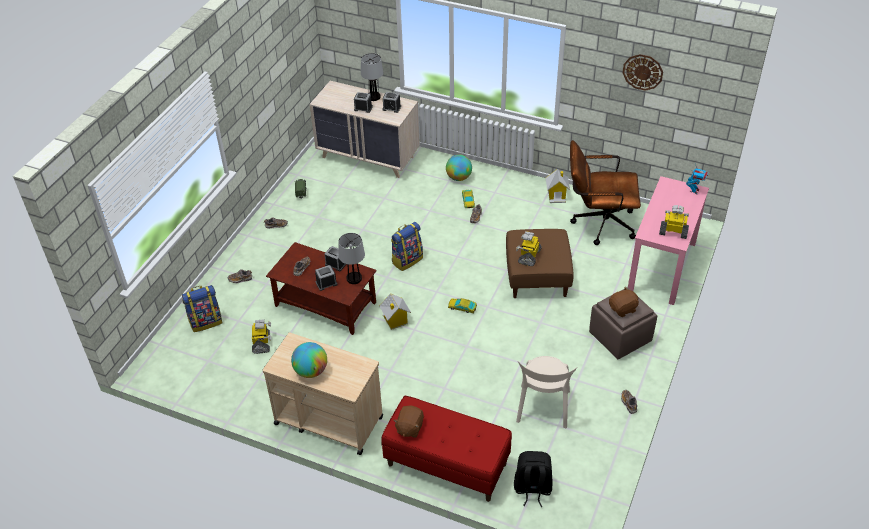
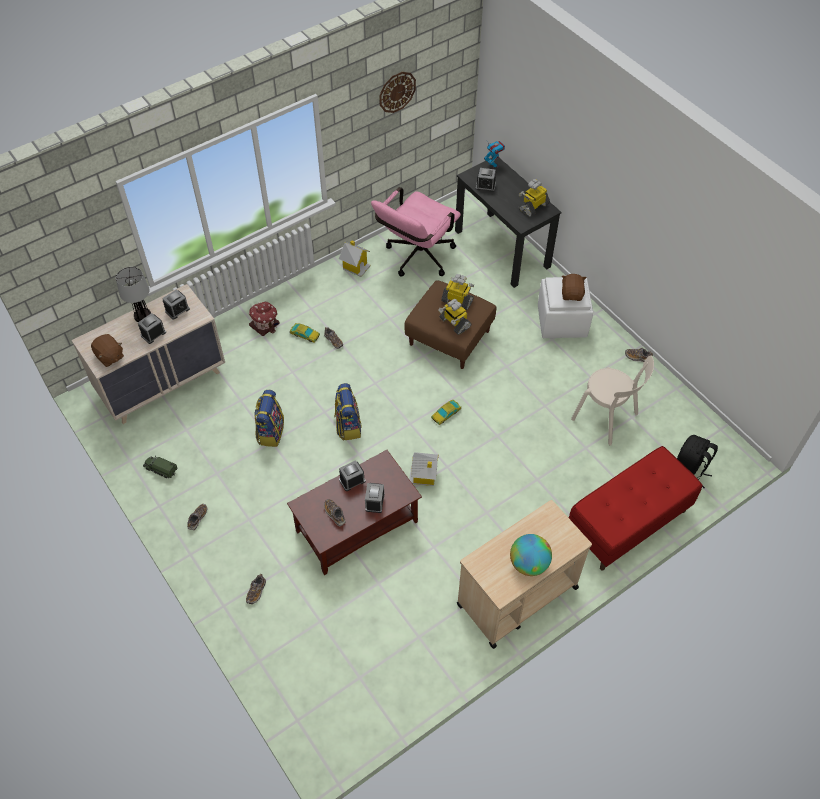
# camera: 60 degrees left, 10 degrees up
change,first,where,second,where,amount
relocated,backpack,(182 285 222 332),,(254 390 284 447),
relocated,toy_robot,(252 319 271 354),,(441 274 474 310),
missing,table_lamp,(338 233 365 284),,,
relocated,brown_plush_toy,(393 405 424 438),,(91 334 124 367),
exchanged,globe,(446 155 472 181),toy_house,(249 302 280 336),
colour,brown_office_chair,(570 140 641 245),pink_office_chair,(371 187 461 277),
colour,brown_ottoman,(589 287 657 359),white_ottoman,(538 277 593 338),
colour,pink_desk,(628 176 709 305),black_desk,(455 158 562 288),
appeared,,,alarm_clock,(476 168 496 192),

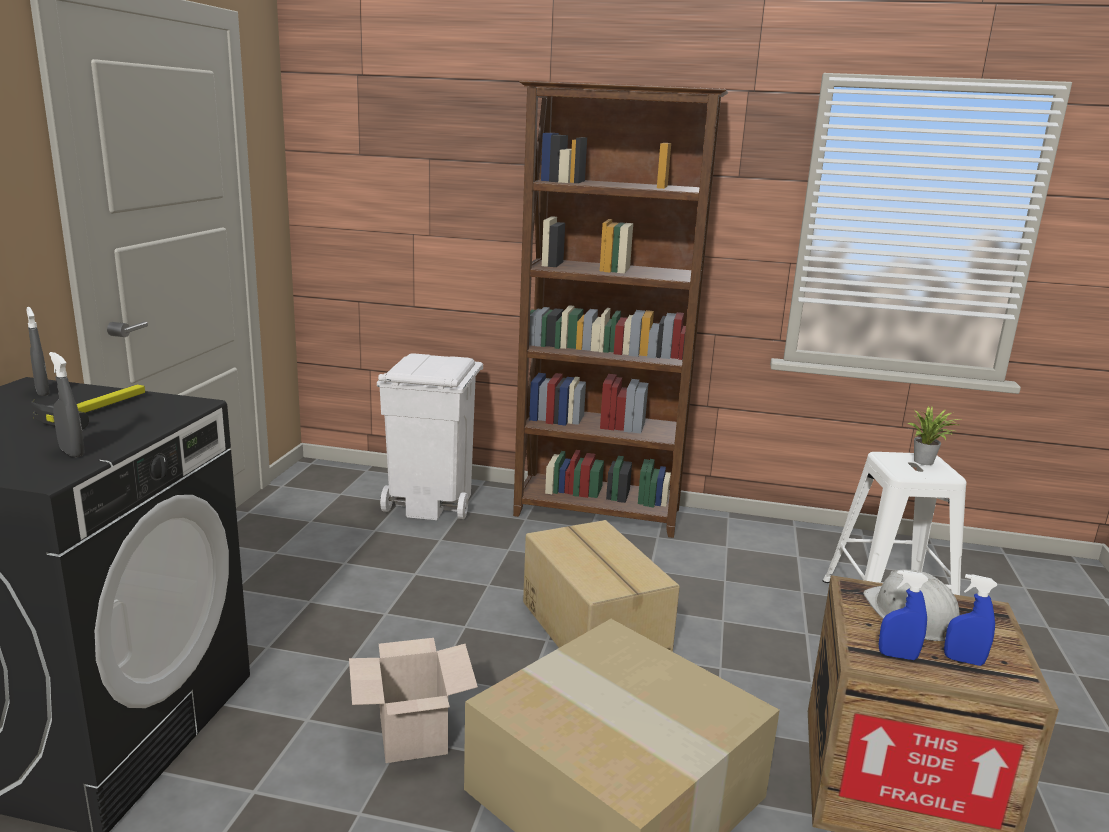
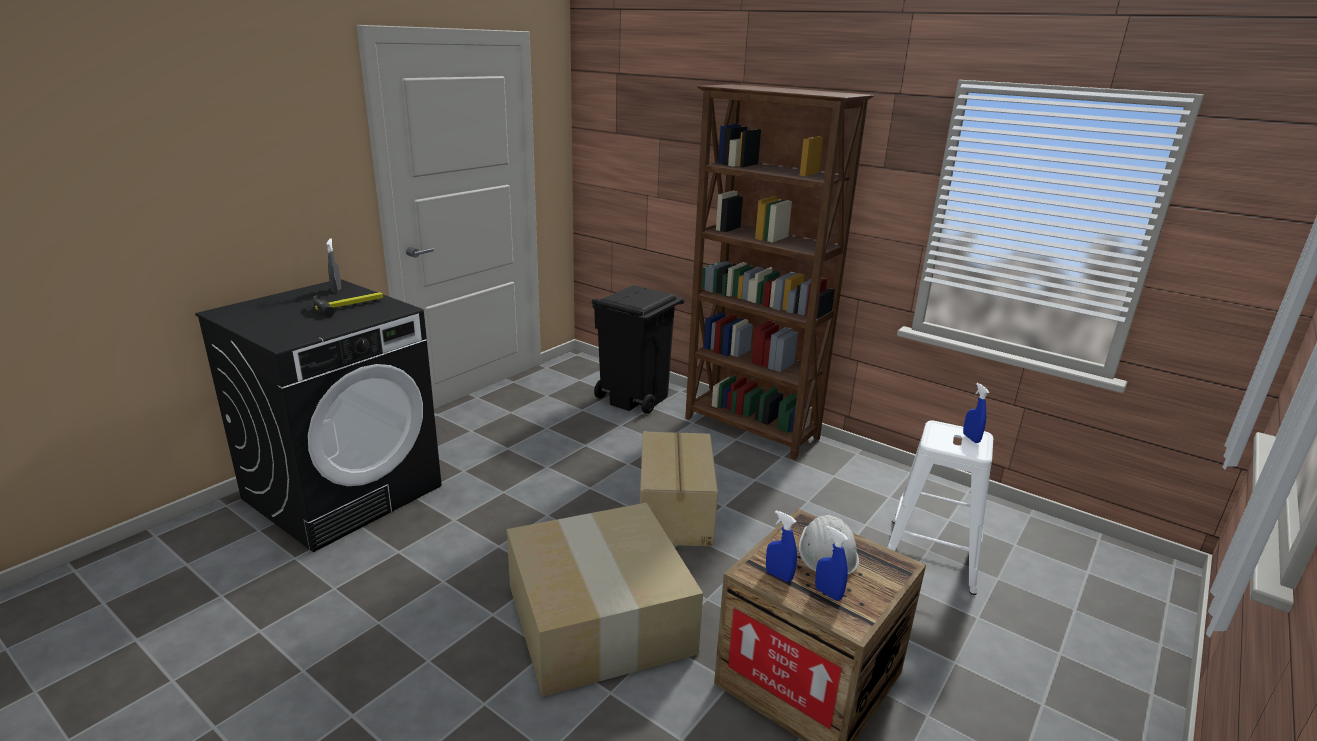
# camera: 25 degrees right, 5 degrees up
change,first,where,second,where,amount
missing,grey_spray_bottle,(49 352 85 457),,,
missing,cardboard_box,(349 638 478 763),,,
colour,white_trash_can,(377 353 483 520),black_trash_can,(592 285 684 414),
exchanged,potted_plant,(907 406 960 465),blue_spray_bottle,(963 383 989 443),

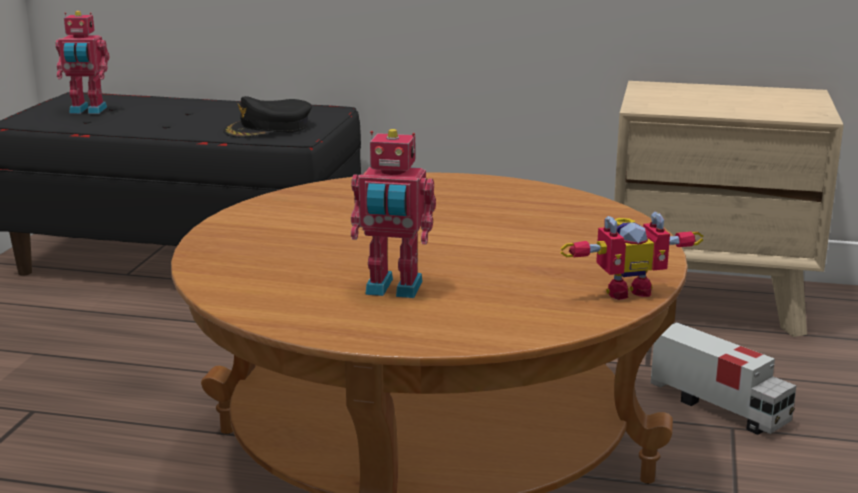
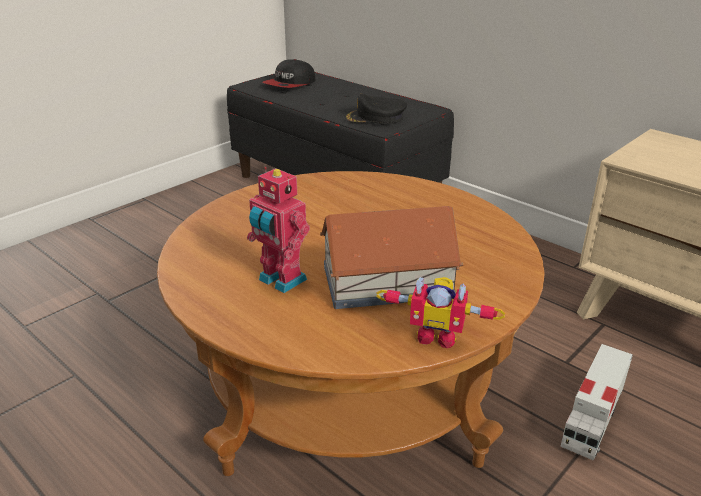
# camera: 30 degrees right, 10 degrees up
change,first,where,second,where,amount
exchanged,toy_robot,(55 11 109 114),cap,(262 59 316 88),
spun,toy_truck,(651 322 796 435),,(560 344 633 461),45 degrees clockwise
appeared,,,toy_house,(320 206 463 309),

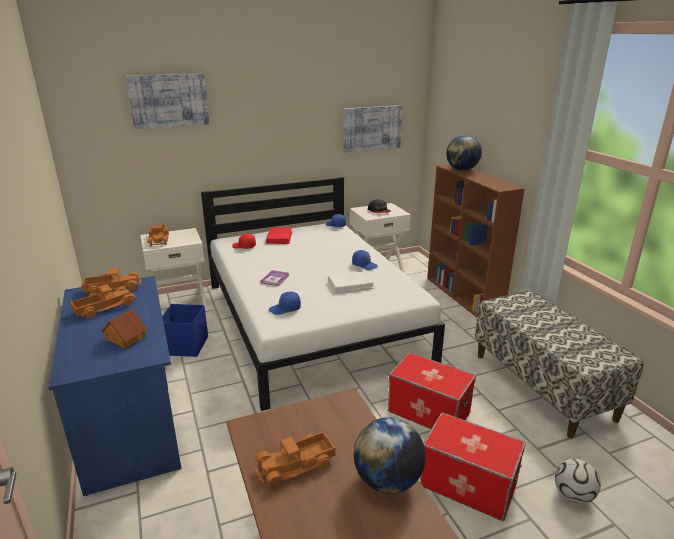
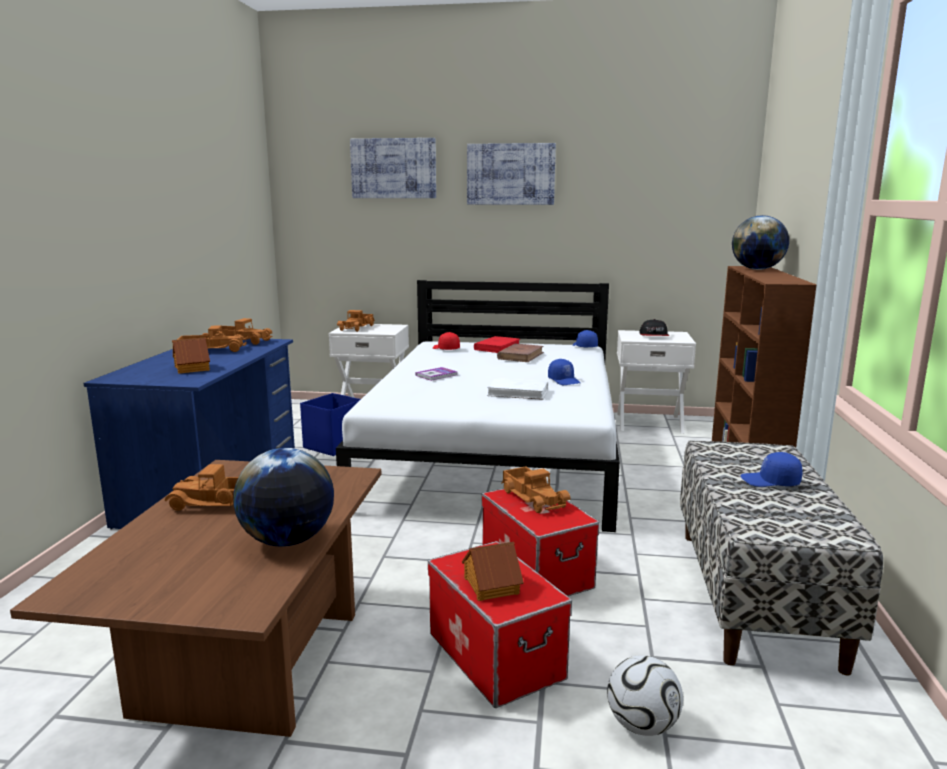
# camera: 30 degrees right, 10 degrees down
change,first,where,second,where,amount
relocated,blue_cap,(269 291 301 315),,(741 452 803 487),
relocated,picture,(344 105 403 152),,(467 143 556 205),
appeared,,,toy_house,(462 542 524 601),
appeared,,,brown_book,(497 344 544 362),
appeared,,,toy_truck,(501 466 571 513),

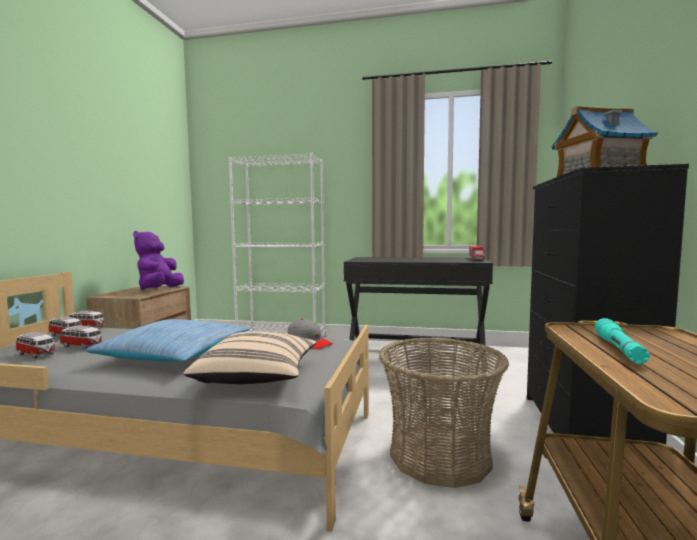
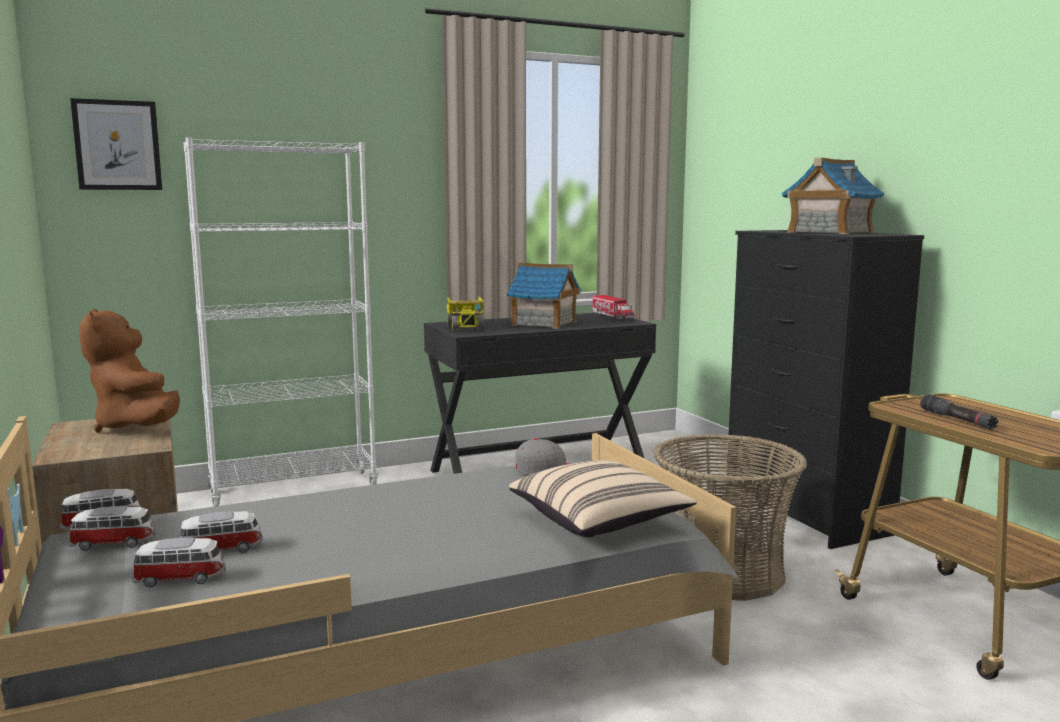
# camera: 35 degrees left, 5 degrees up
change,first,where,second,where,amount
missing,pillow,(85 319 250 362),,,
colour,purple_plush_toy,(133 231 184 290),brown_plush_toy,(80 309 180 433),
colour,turquoise_flashlight,(595 318 650 364),black_flashlight,(920 394 999 429),
appeared,,,picture,(70 98 162 190),
appeared,,,toy_truck,(446 297 484 331),
appeared,,,toy_house,(507 262 581 329),

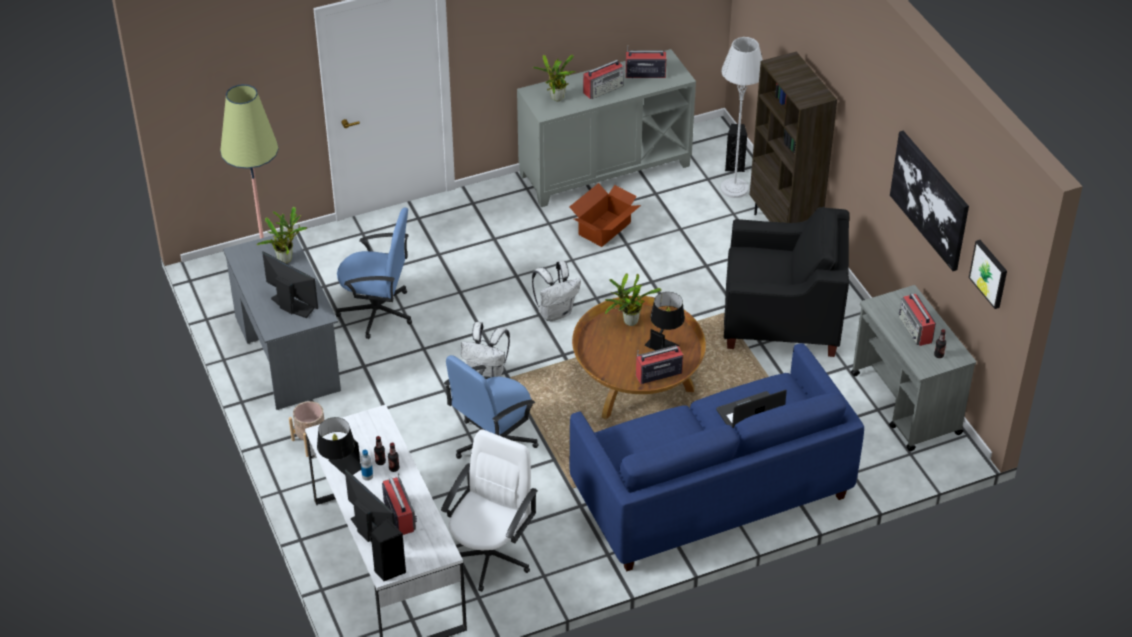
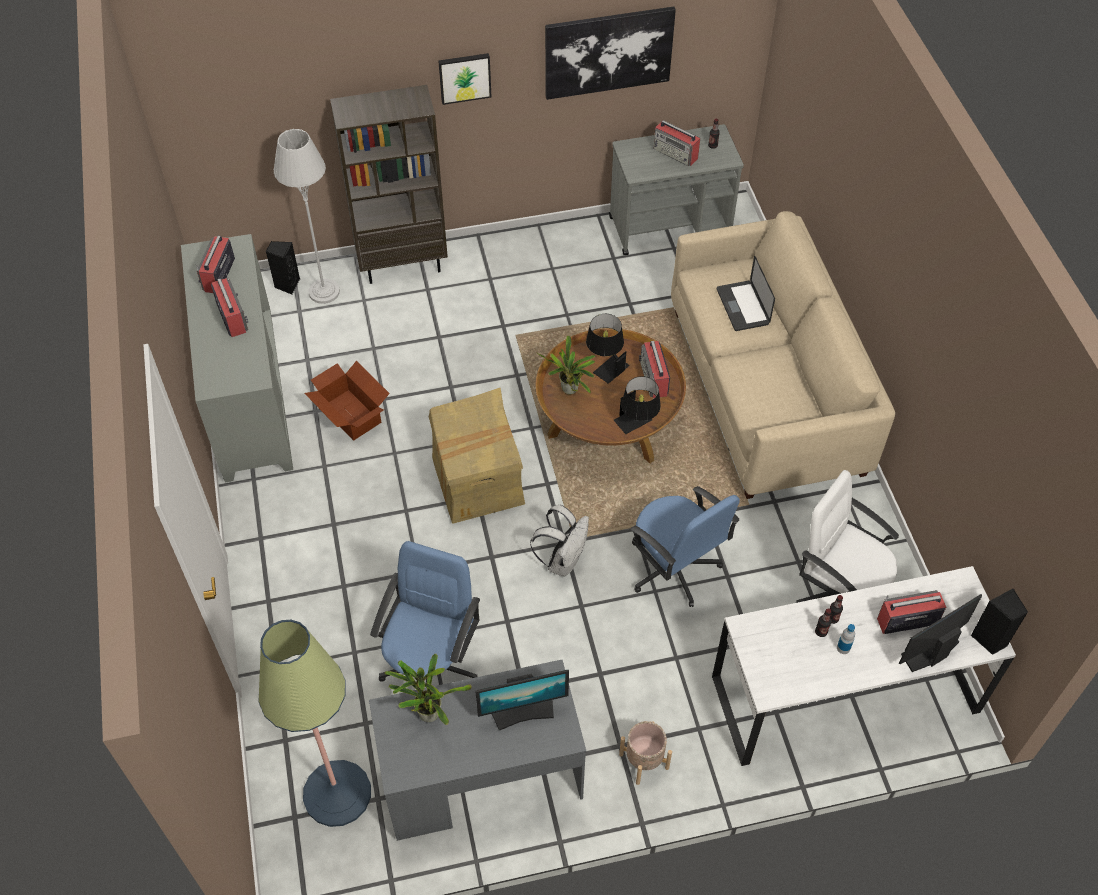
# camera: 80 degrees left, 10 degrees up
change,first,where,second,where,amount
spun,monitor,(262 251 318 318),,(475 670 569 731),150 degrees counterclockwise
relocated,black_table_lamp,(317 417 361 475),,(614 376 661 434),
exchanged,white_backpack,(532 260 581 321),cardboard_box,(429 388 525 524),
missing,potted_plant,(533 55 576 101),,,
colour,blue_sofa,(570 343 864 571),beige_sofa,(671 211 895 499),
missing,black_armchair,(724 206 849 357),,,
spun,radio,(899 293 936 346),,(654 120 700 166),45 degrees clockwise
relocated,picture,(969 240 1007 309),,(438 53 492 105),

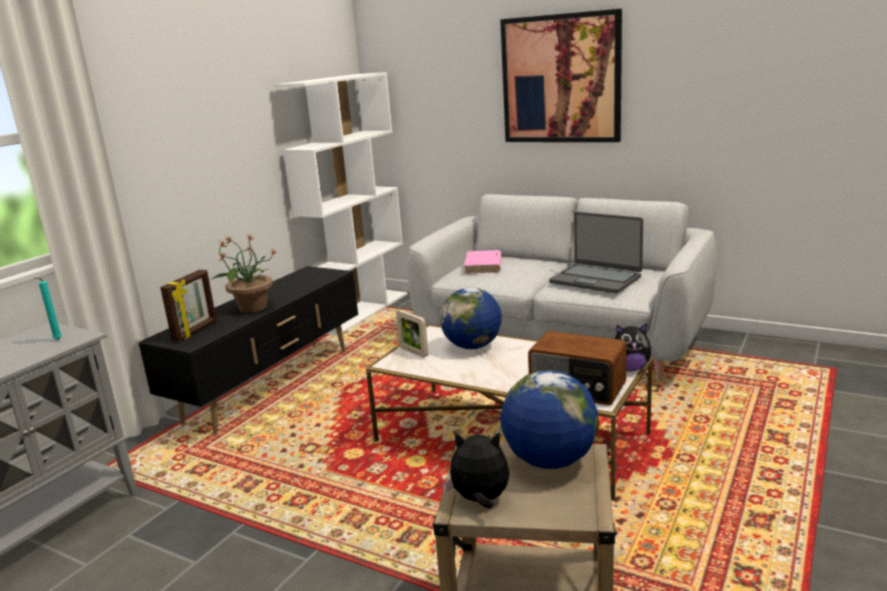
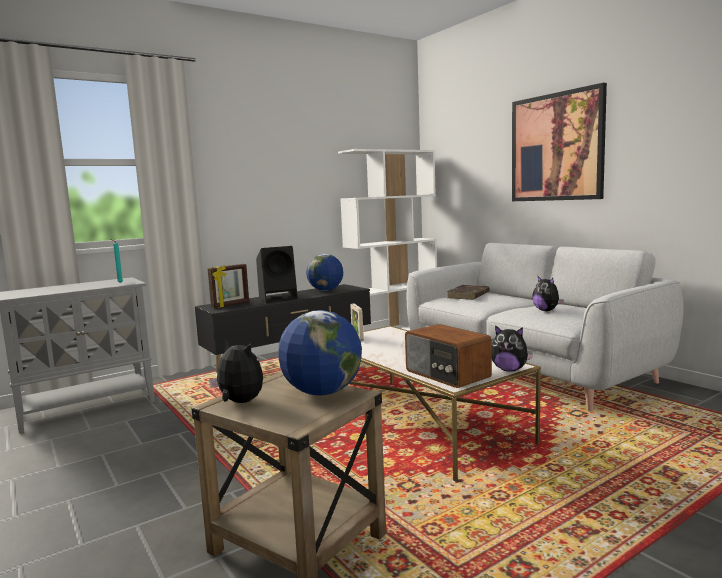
# camera: 25 degrees right, 10 degrees down
change,first,where,second,where,amount
exchanged,potted_plant,(212 234 276 313),black_speaker,(256 246 298 303),
relocated,globe,(441 288 502 349),,(306 254 343 291),
colour,pink_book,(464 250 502 274),brown_book,(447 285 490 300),
exchanged,laptop,(549 212 643 293),plush_toy,(532 276 564 311),

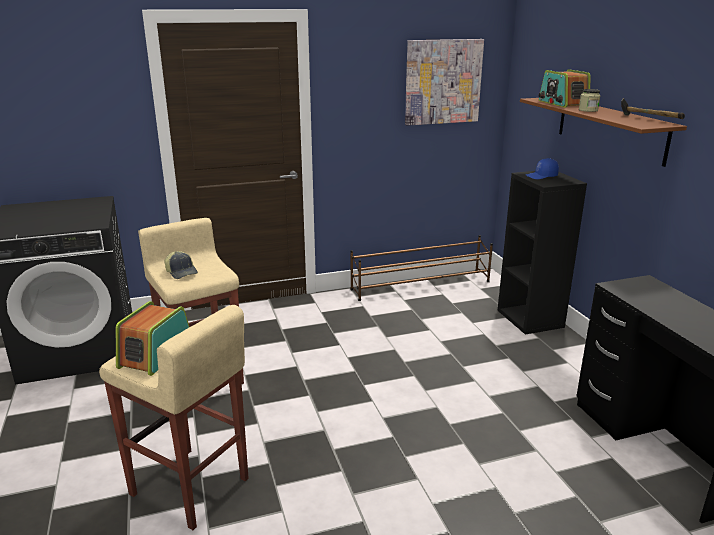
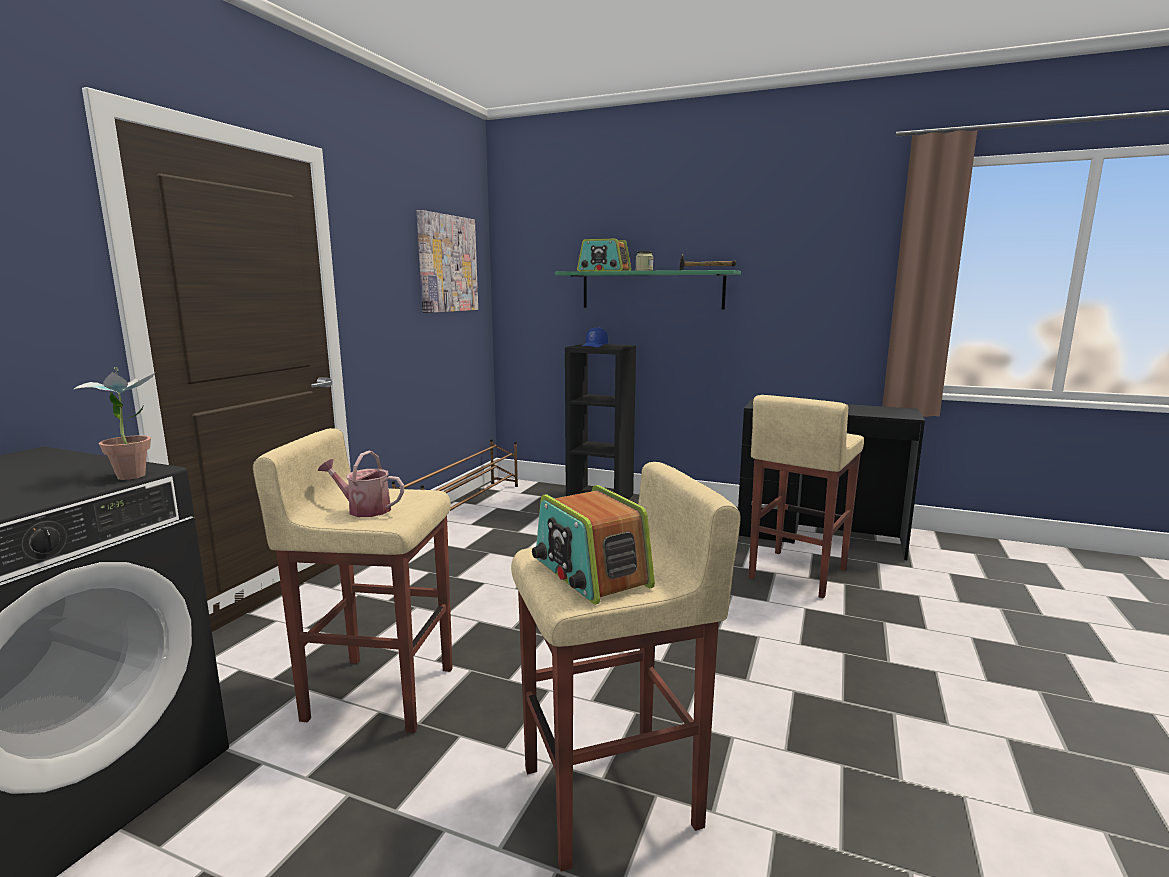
# camera: 50 degrees left, 10 degrees down
change,first,where,second,where,amount
exchanged,cap,(164 251 198 279),watering_can,(318 451 404 517),
colour,brown_shelf,(520 98 687 167),green_shelf,(555 270 741 309),
appeared,,,potted_plant,(73 367 156 480),
appeared,,,beige_stool,(749 395 864 599),

